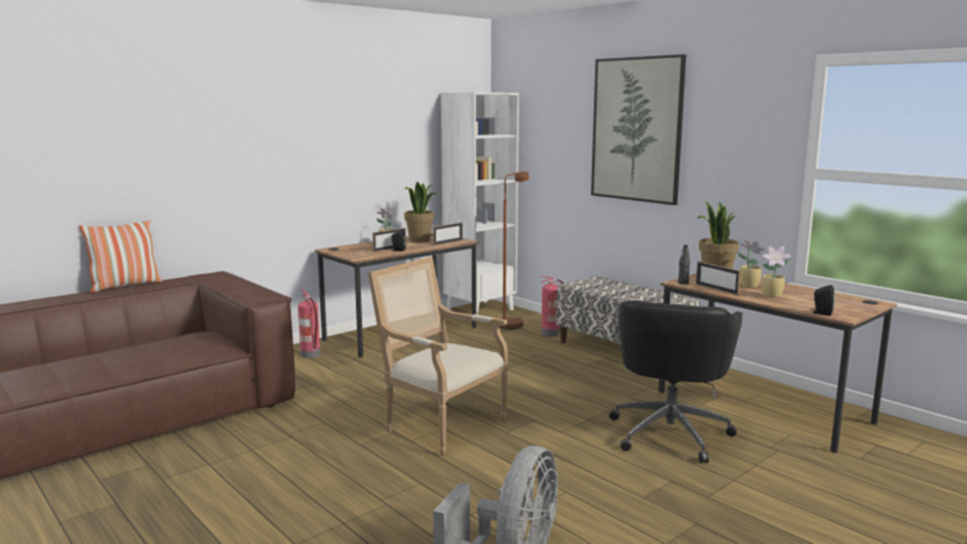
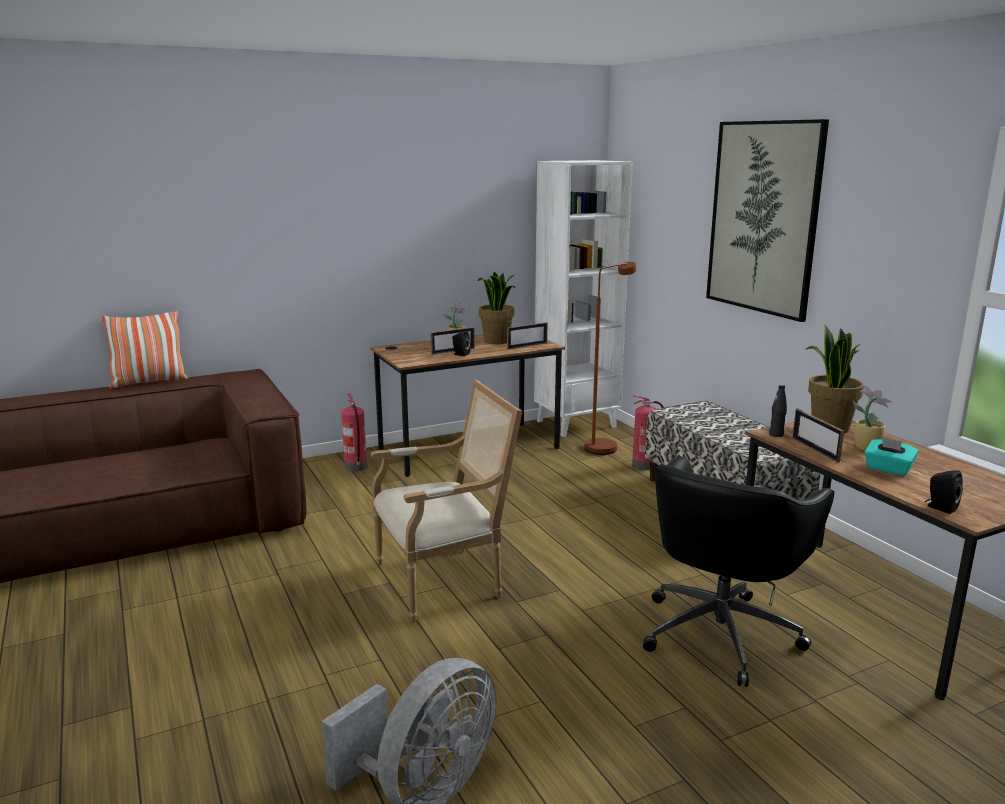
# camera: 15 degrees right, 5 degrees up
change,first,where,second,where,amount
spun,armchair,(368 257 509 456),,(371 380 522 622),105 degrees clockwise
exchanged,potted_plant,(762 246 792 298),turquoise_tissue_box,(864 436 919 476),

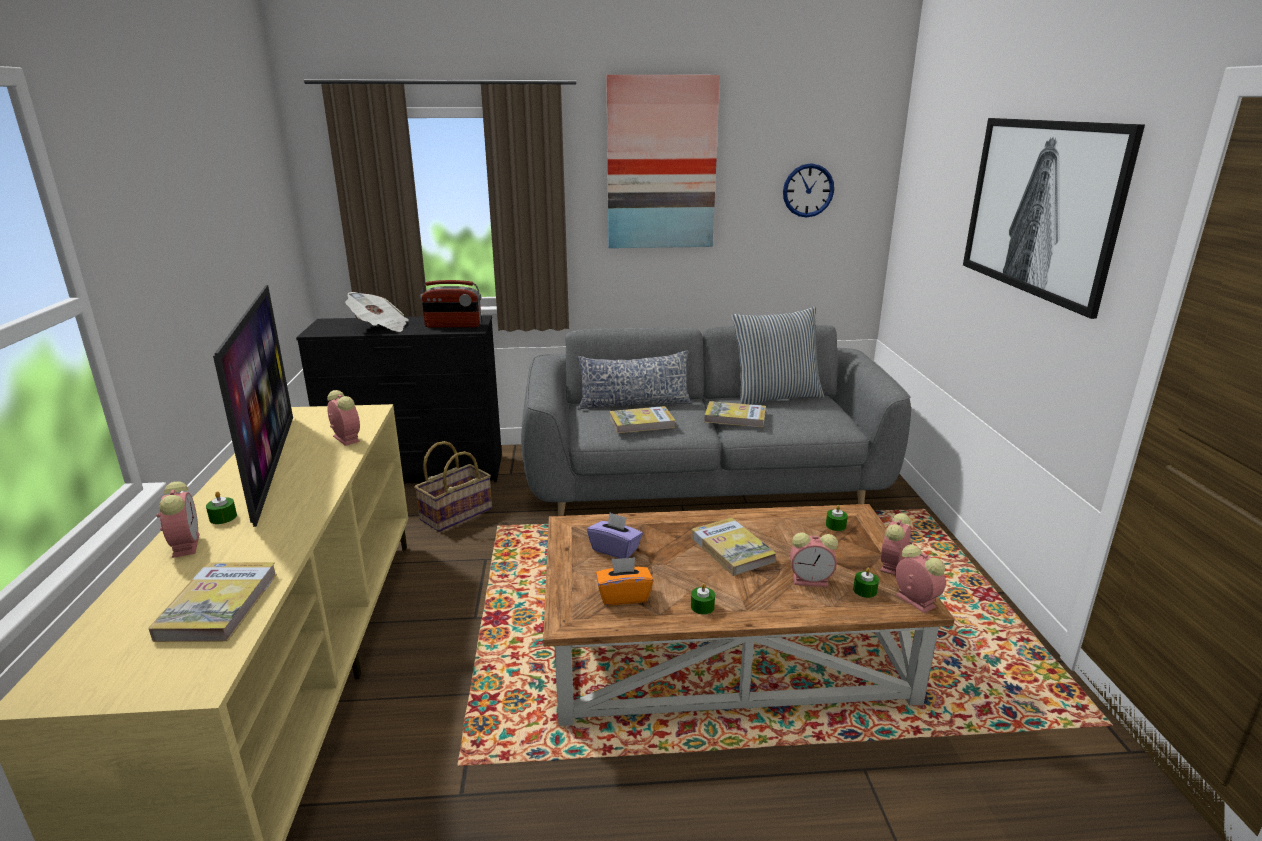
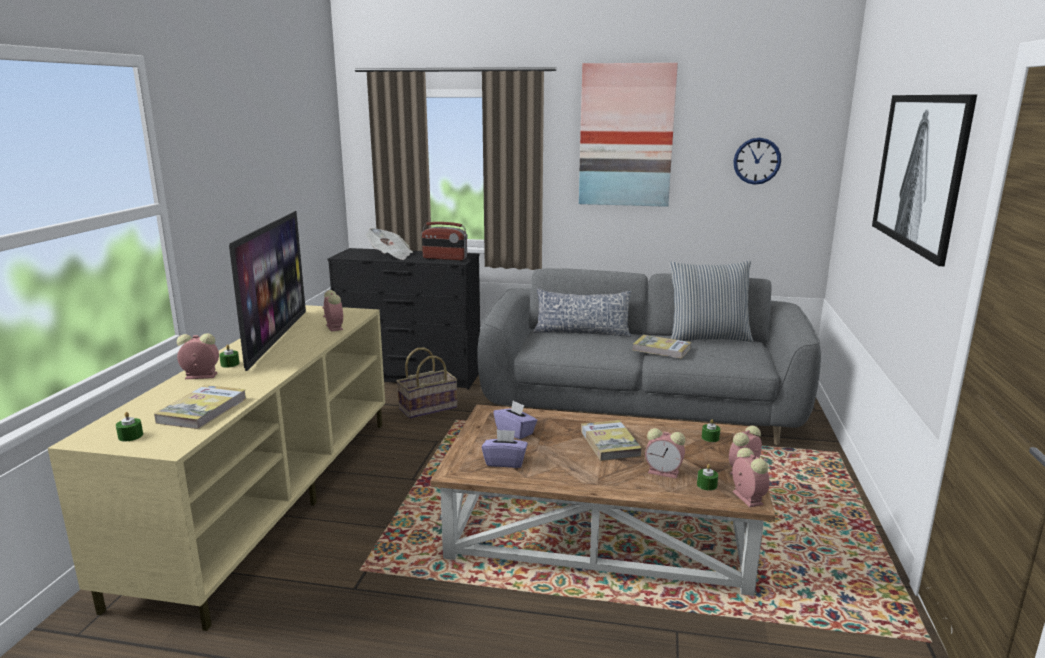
# camera: 15 degrees right, 5 degrees down
change,first,where,second,where,amount
spun,alarm_clock,(156 481 200 558),,(177 333 219 379),90 degrees counterclockwise
colour,orange_tissue_box,(596 557 653 606),purple_tissue_box,(482 429 528 468),
missing,book,(609 406 676 434),,,
relocated,green_candle,(691 583 715 615),,(116 412 143 441),

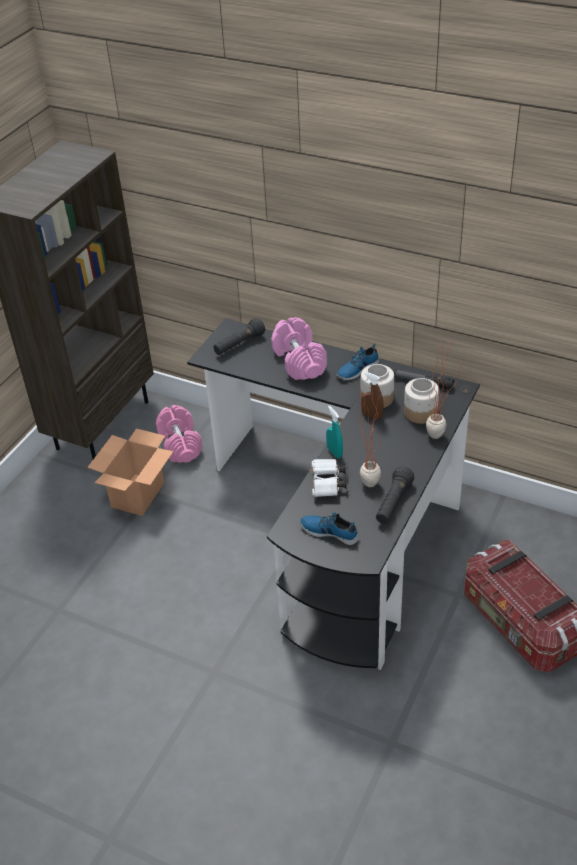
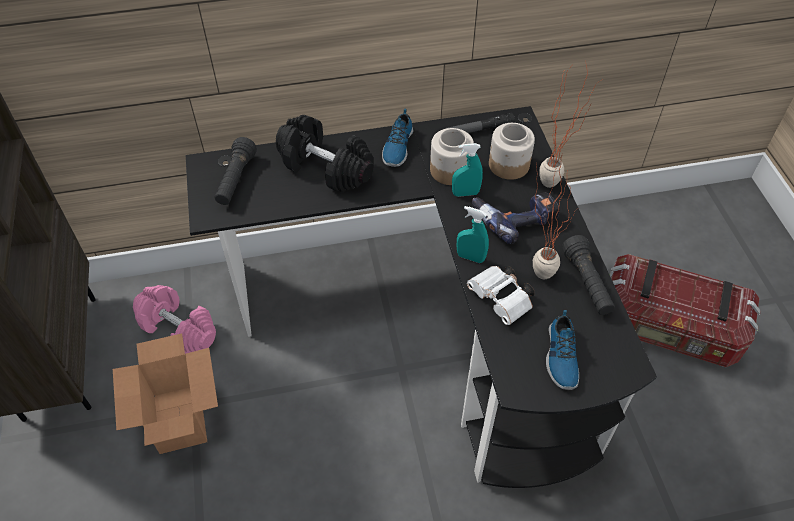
# camera: 40 degrees left, 10 degrees up
change,first,where,second,where,amount
colour,pink_dumbbell,(271 317 327 380),black_dumbbell,(276 115 374 192),
spun,shoe,(300 511 359 545),,(546 310 579 390),75 degrees counterclockwise
colour,brown_spray_bottle,(361 372 384 420),turquoise_spray_bottle,(452 143 483 197),
appeared,,,power_drill,(472 192 560 244),

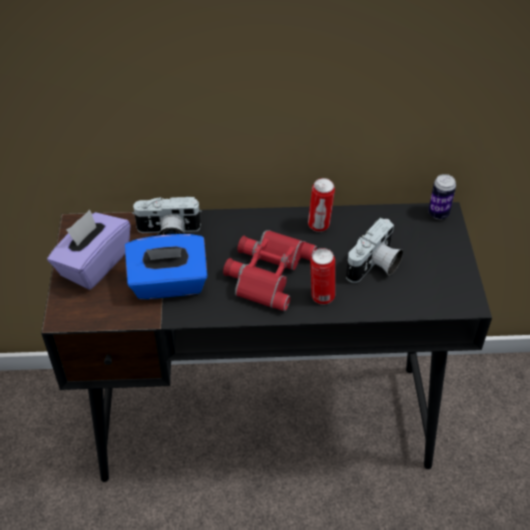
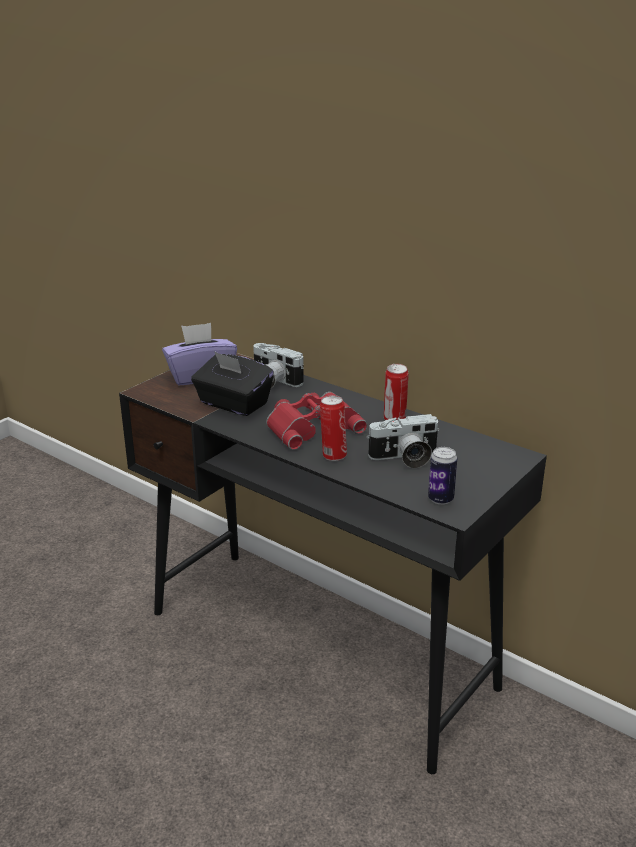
# camera: 40 degrees right, 20 degrees down
change,first,where,second,where,amount
colour,blue_tissue_box,(125 234 208 299),black_tissue_box,(191 351 274 416),
relocated,can,(428 174 456 219),,(428 447 457 505),

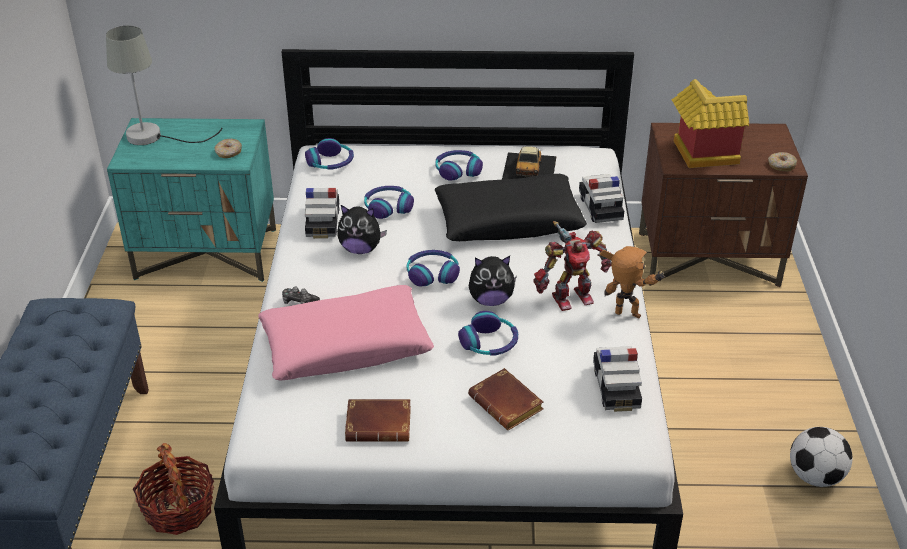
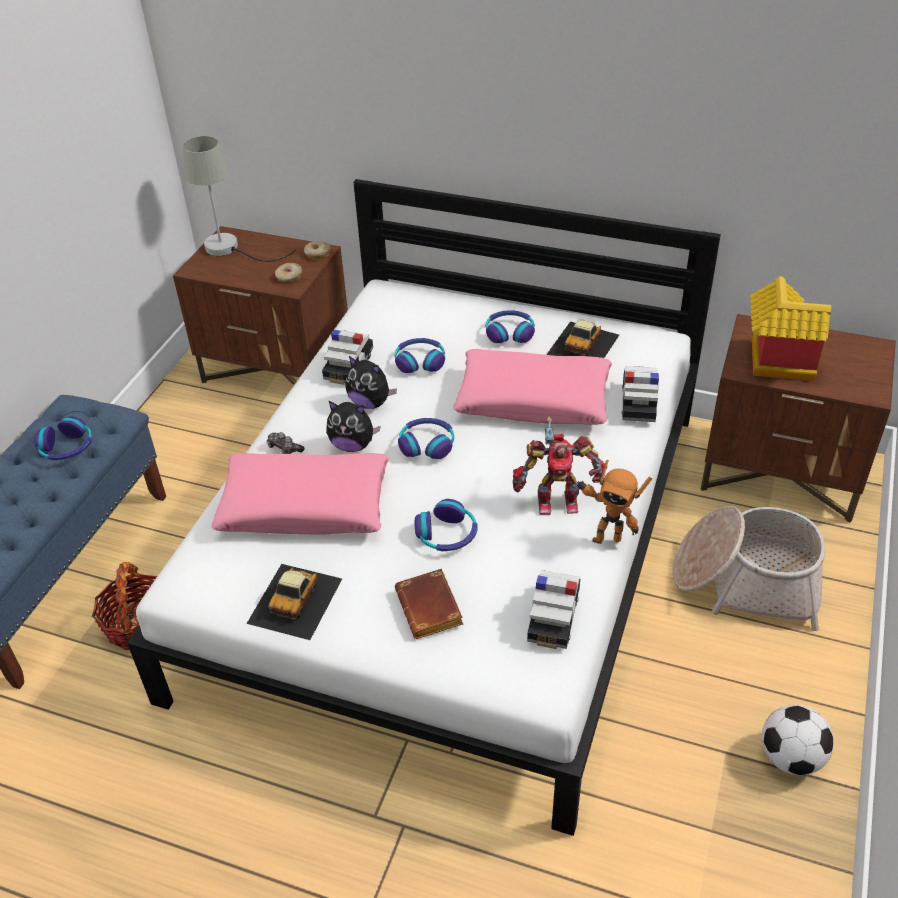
# camera: 20 degrees right, 5 degrees up
change,first,where,second,where,amount
colour,turquoise_nightstand,(107 118 276 282),brown_nightstand,(173 226 348 385),
relocated,headphones,(305 138 354 170),,(34 416 92 460),
exchanged,brown_book,(345 399 411 442),toy_car,(247 564 342 640),
colour,black_pillow,(435 174 587 241),pink_pillow,(453 349 612 425),
relocated,plush_toy,(469 256 517 306),,(326 401 380 452),
spun,toy_robot,(600 246 665 318),,(575 460 652 544),150 degrees clockwise
relocated,donut,(768 152 797 171),,(304 241 330 260),
appeared,,,basket,(673 506 826 631),

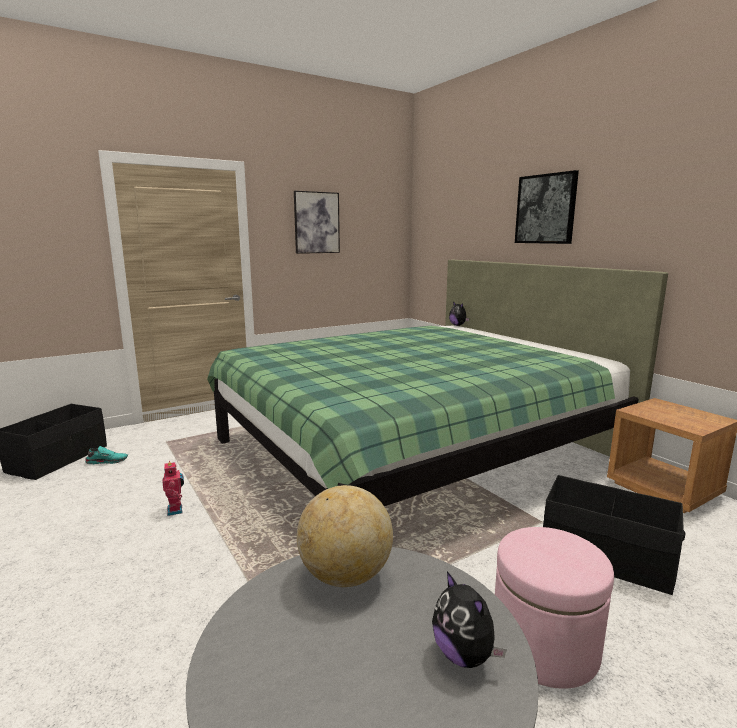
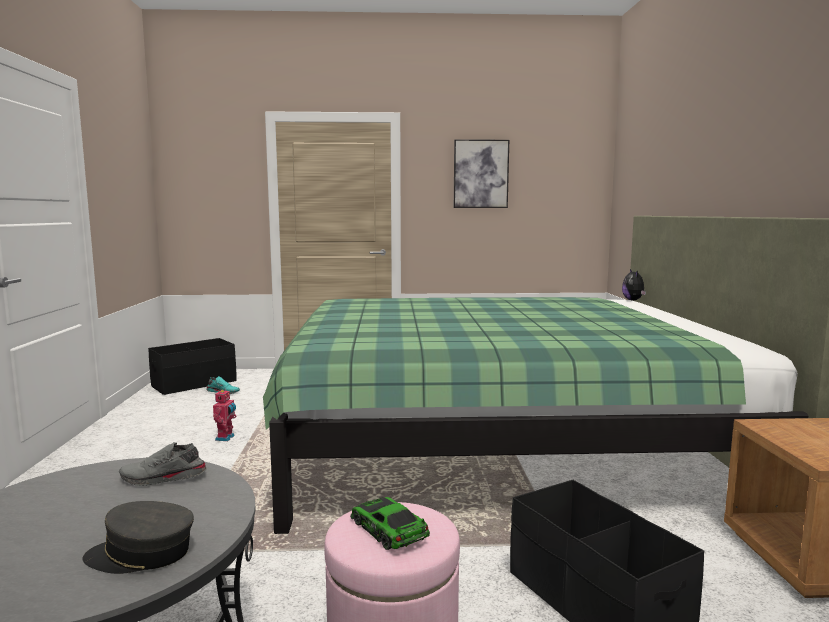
# camera: 30 degrees right, 5 degrees down
change,first,where,second,where,amount
exchanged,globe,(297 485 393 587),grey_shoe,(119 442 207 486),
exchanged,plush_toy,(432 571 507 668),grey_cap,(82 501 194 574),
missing,picture,(515 170 579 244),,,
appeared,,,toy_car,(350 497 430 550),

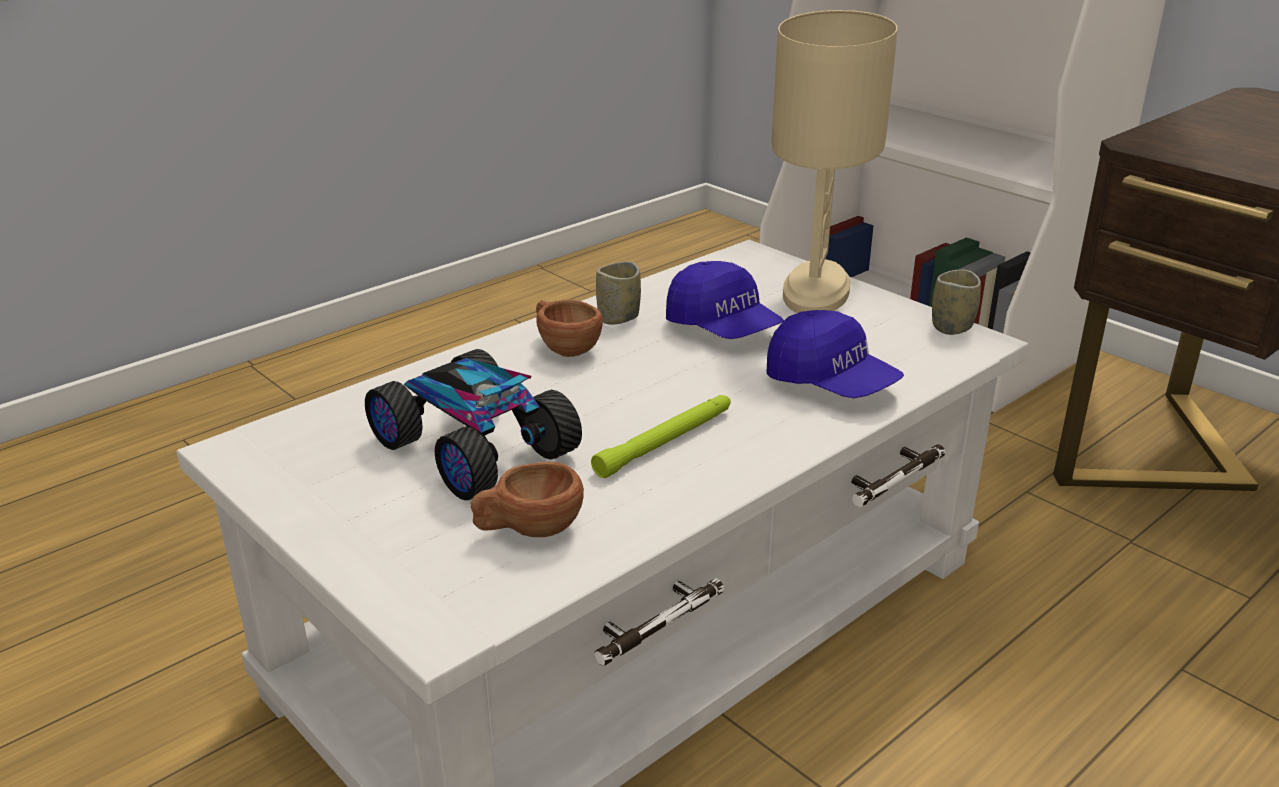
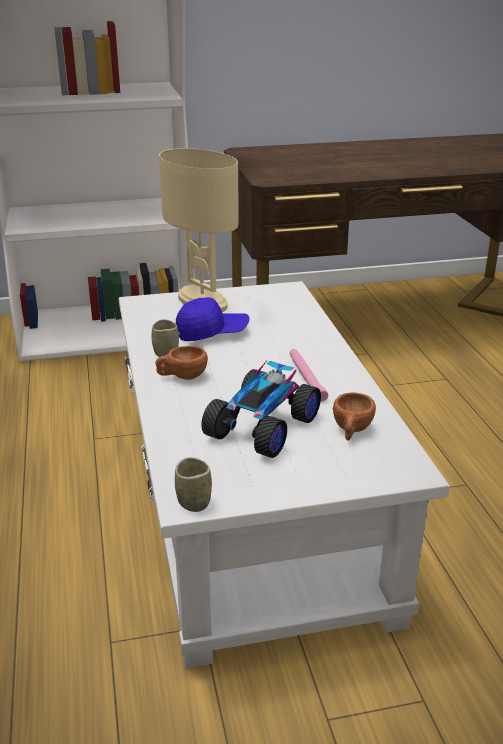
# camera: 60 degrees left, 0 degrees up
change,first,where,second,where,amount
spun,toy_car,(365 349 582 500),,(201 361 321 458),45 degrees counterclockwise
colour,green_flashlight,(591 395 731 478),pink_flashlight,(289 349 328 402),
missing,blue_cap,(766 310 904 398),,,
relocated,cup,(932 269 981 335),,(175 457 212 512),

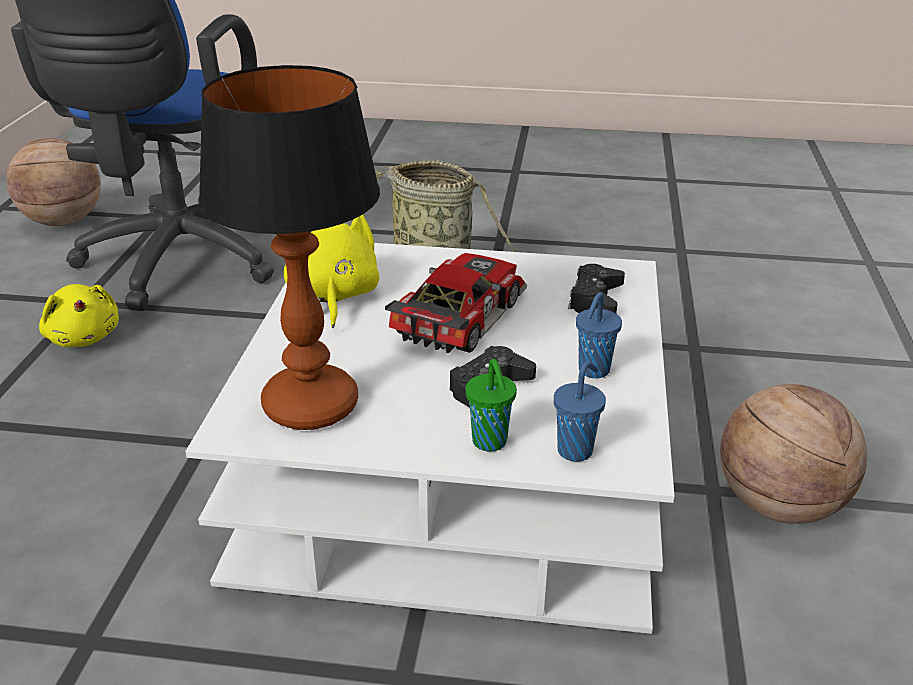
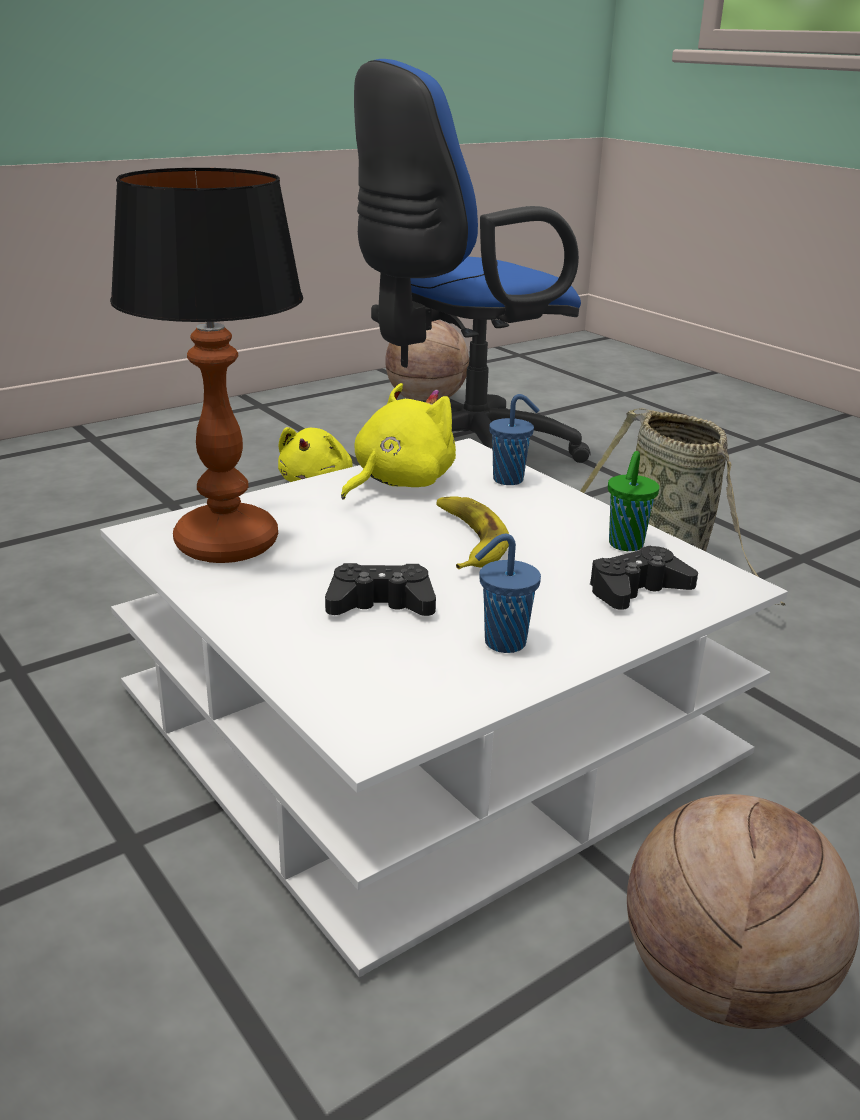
# camera: 45 degrees right, 5 degrees down
change,first,where,second,where,amount
exchanged,toy_car,(385 253 527 353),banana,(436 497 509 569),
relocated,green_cup,(465 359 517 452),,(608 451 659 551),
relocated,blue_cup,(554 361 606 462),,(489 394 539 485),

